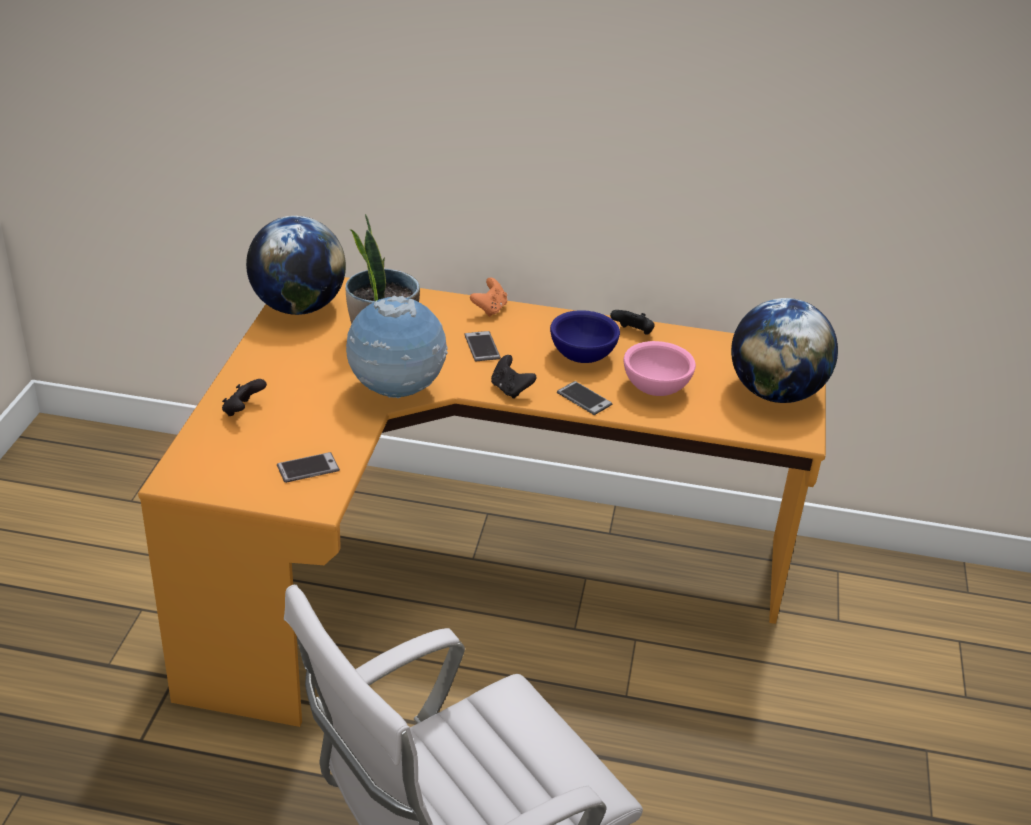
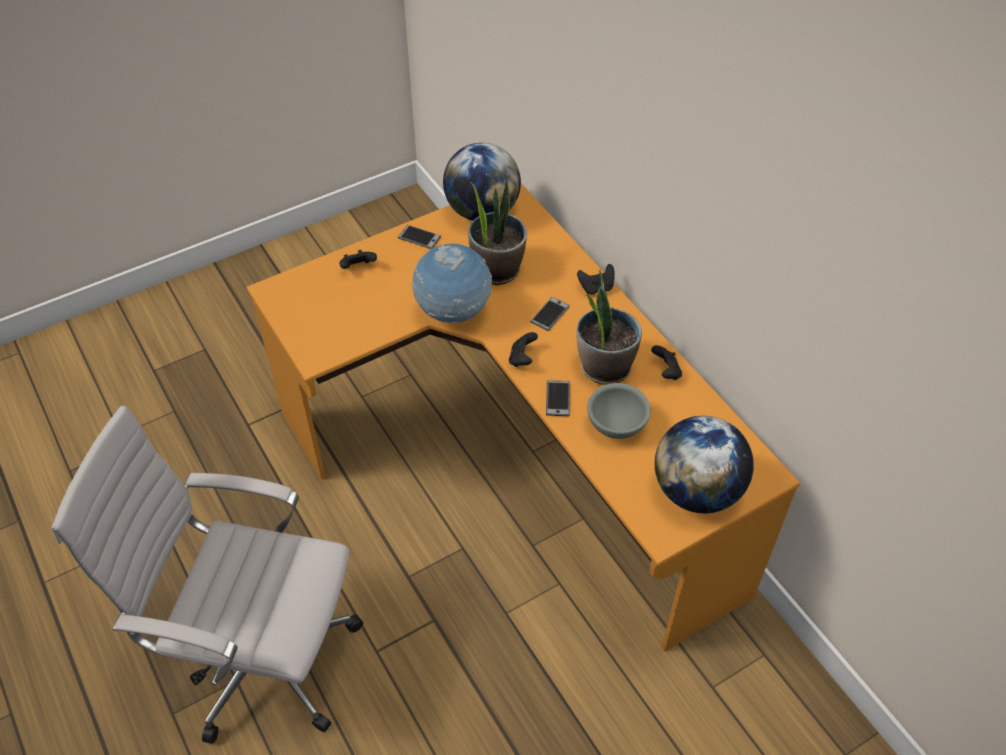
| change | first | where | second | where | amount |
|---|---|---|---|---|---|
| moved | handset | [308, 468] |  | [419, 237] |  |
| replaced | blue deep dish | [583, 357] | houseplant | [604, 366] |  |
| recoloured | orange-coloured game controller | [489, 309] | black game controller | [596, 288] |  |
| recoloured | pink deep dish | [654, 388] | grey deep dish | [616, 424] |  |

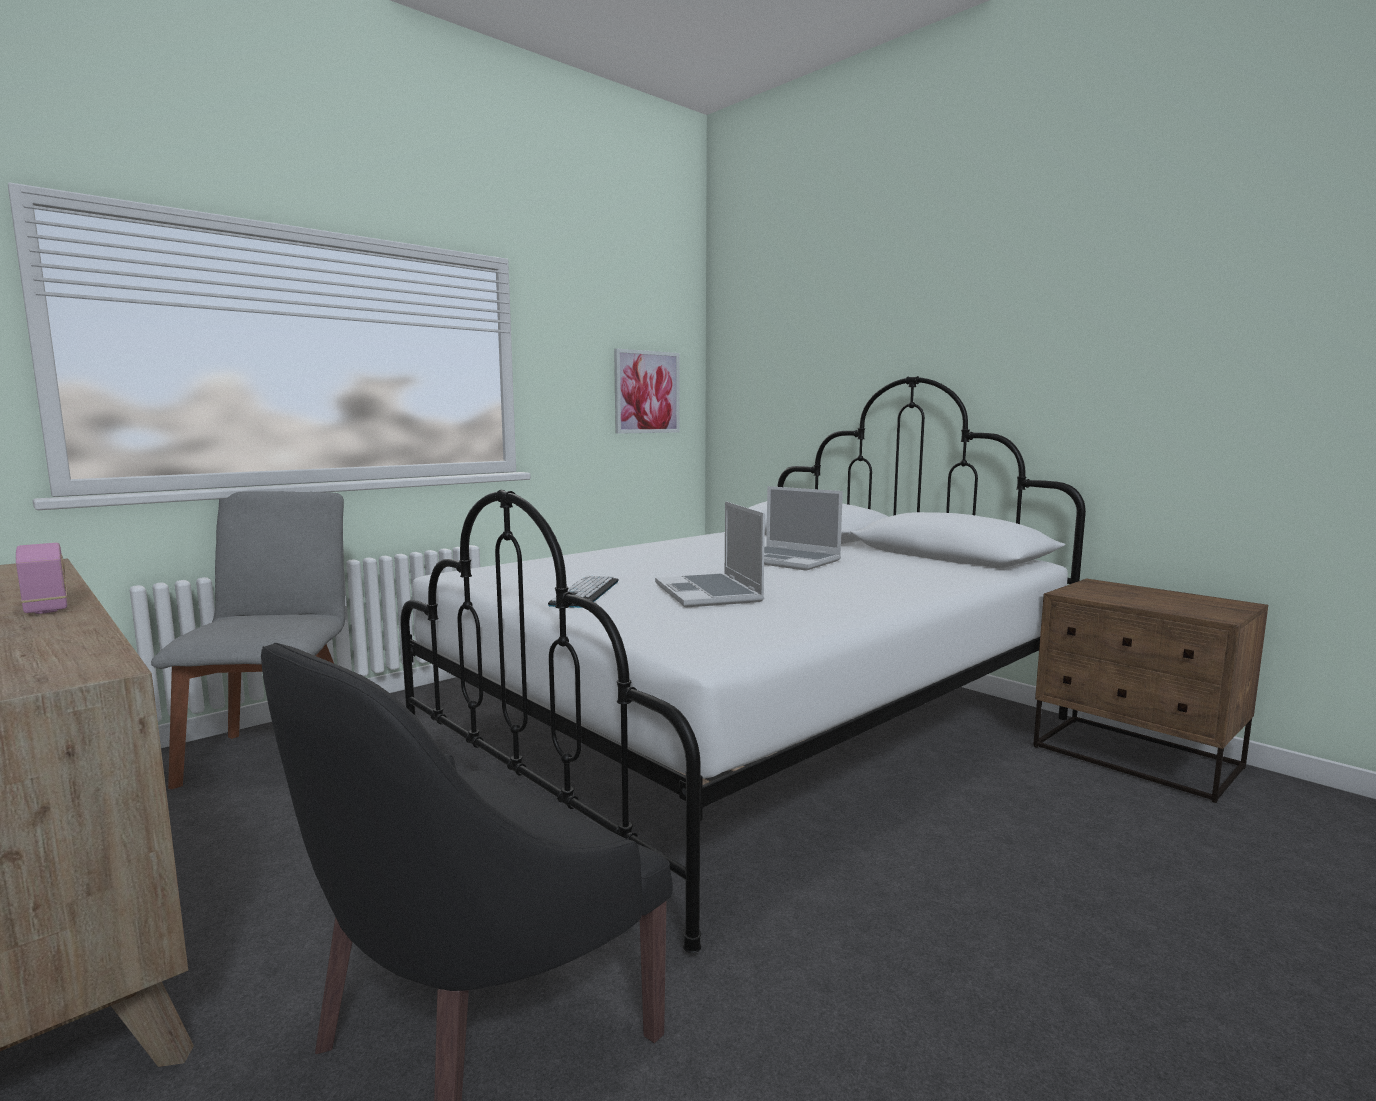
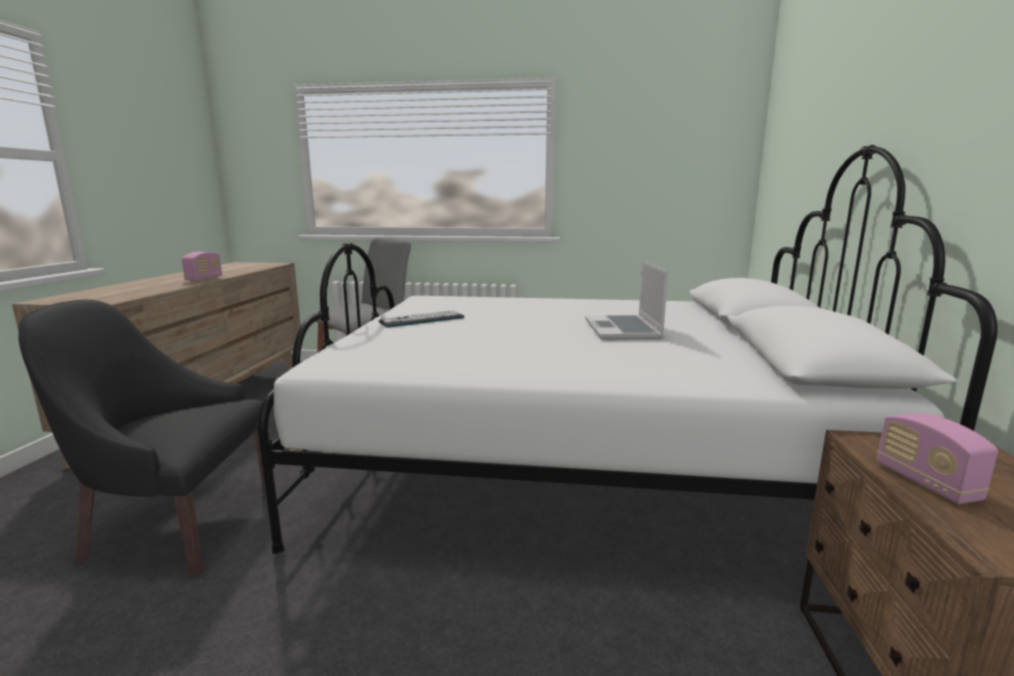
| change | first | where | second | where | amount |
|---|---|---|---|---|---|
| removed | picture | [646, 392] |  |  |  |
| removed | laptop | [710, 593] |  |  |  |
| added |  |  | radio receiver | [926, 482] |  |

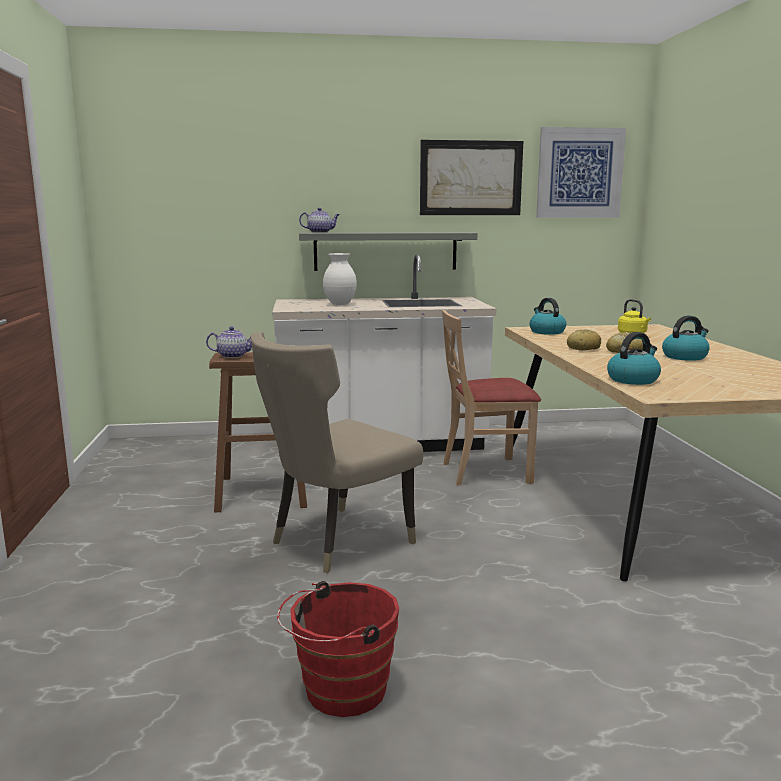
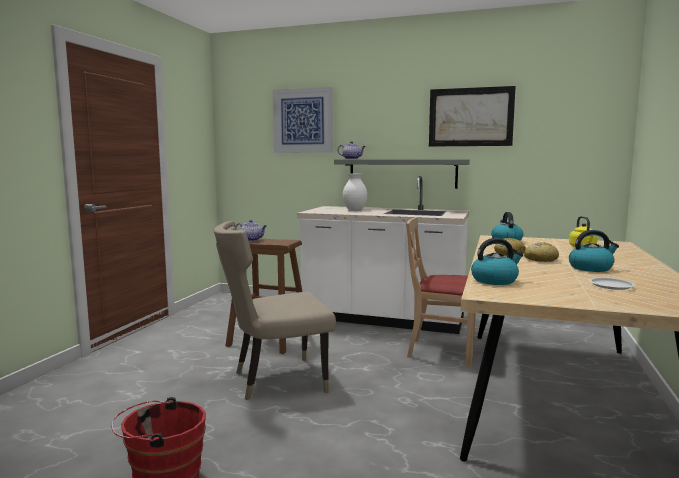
| change | first | where | second | where | amount |
|---|---|---|---|---|---|
| added |  |  | white-coloured dinner plate | [611, 286] |  |
| moved | picture | [579, 173] |  | [303, 121] |  |

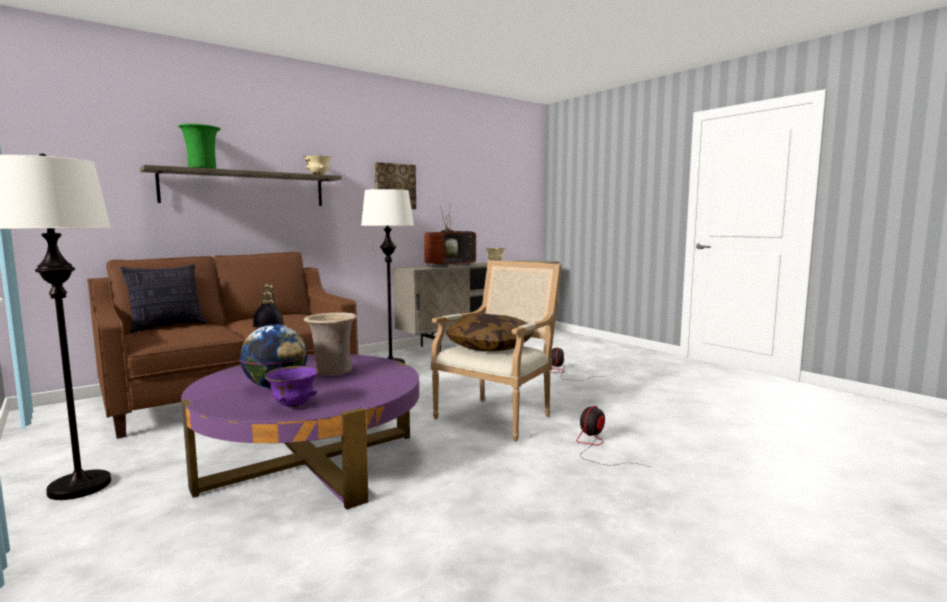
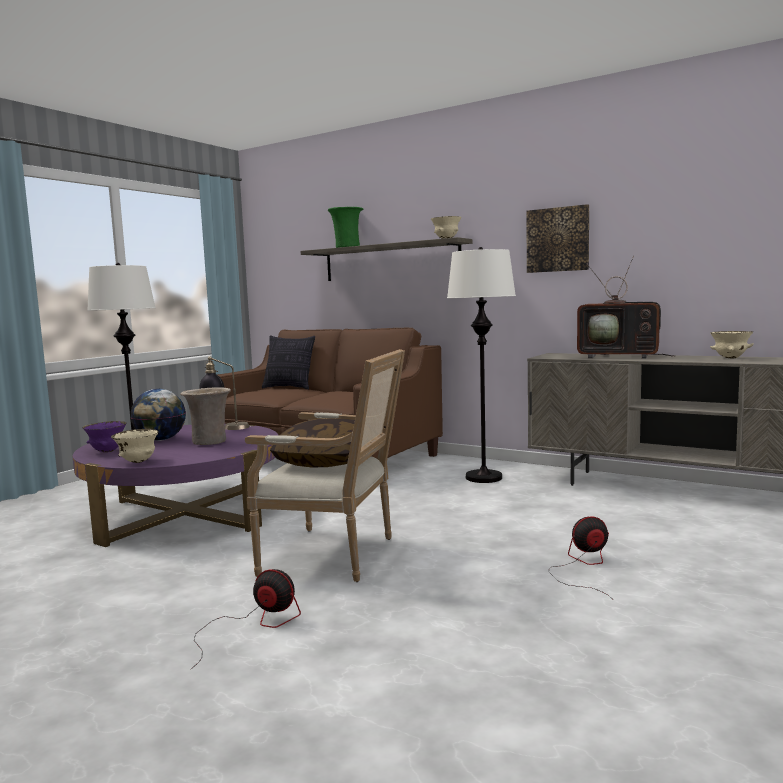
| change | first | where | second | where | amount |
|---|---|---|---|---|---|
| added |  |  | sand-coloured deep dish | [137, 462] |  |

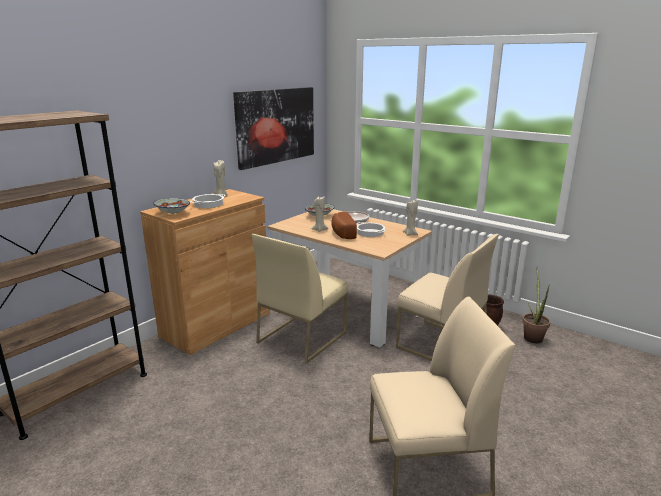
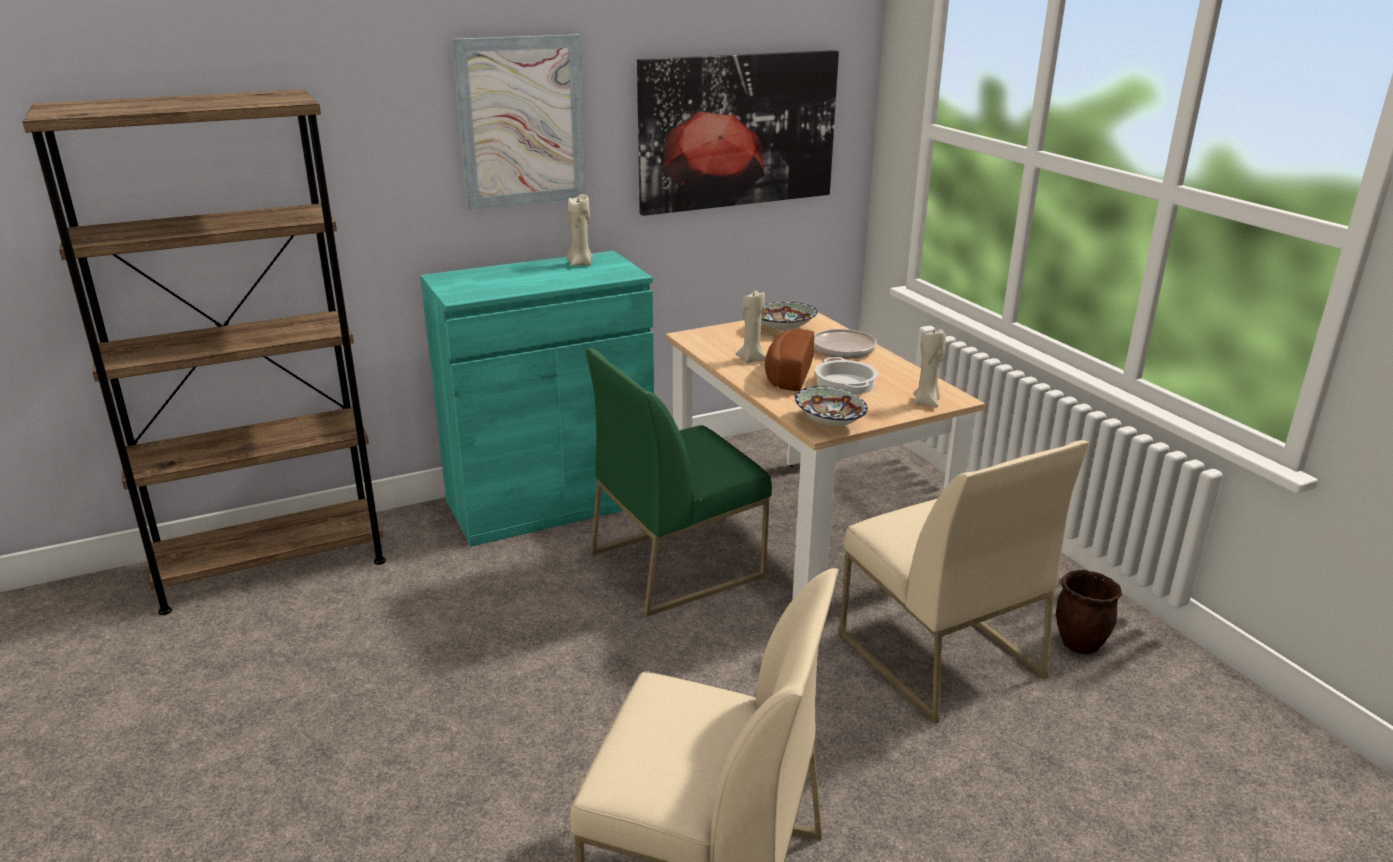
| change | first | where | second | where | amount |
|---|---|---|---|---|---|
| removed | saucepot | [208, 204] |  |  |  |
| removed | houseplant | [532, 336] |  |  |  |
| added |  |  | picture | [522, 122] |  |
| moved | deep dish | [172, 213] |  | [828, 423] |  |
| recoloured | brownish cabinet | [216, 324] | turquoise-coloured cabinet | [550, 502] |  |
| recoloured | sand-coloured upright chair | [302, 337] | green-coloured upright chair | [677, 563] |  |

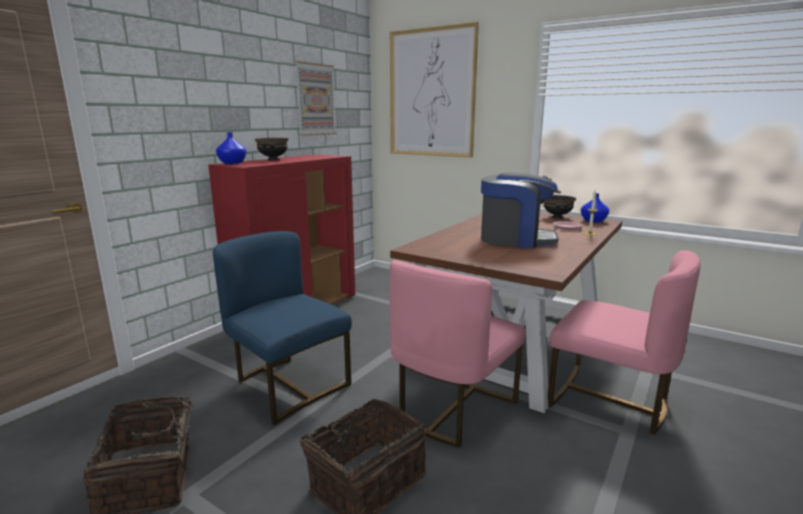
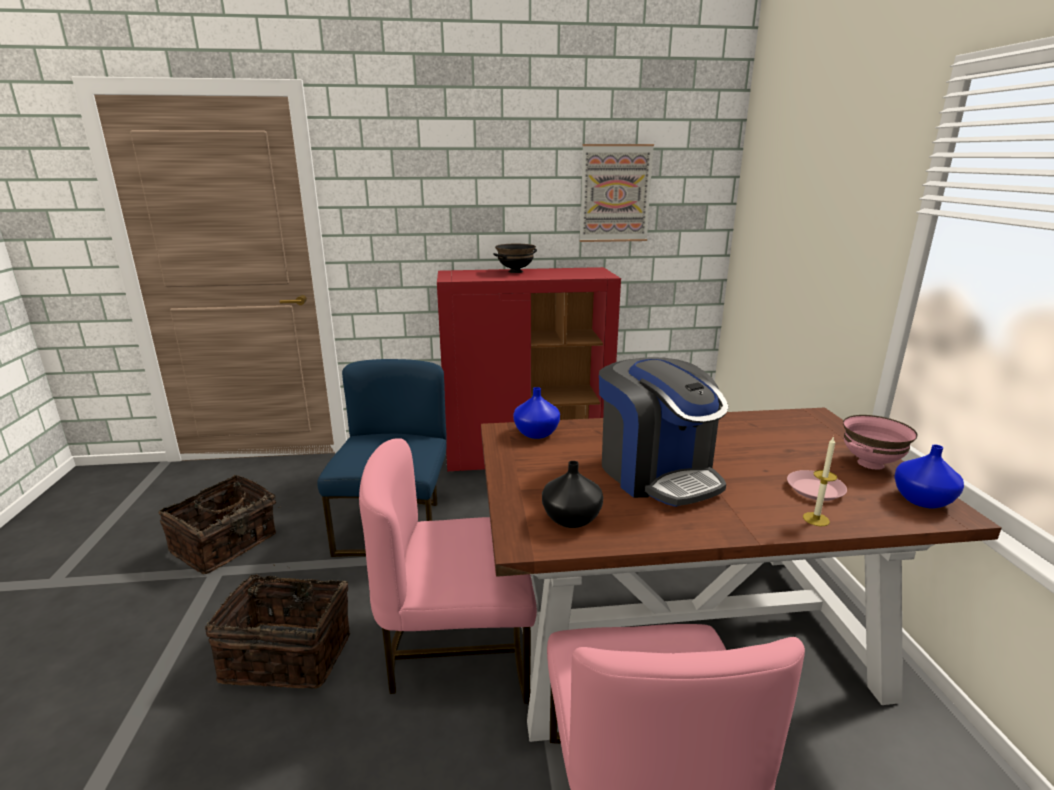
| change | first | where | second | where | amount |
|---|---|---|---|---|---|
| removed | picture | [431, 93] |  |  |  |
| added |  |  | black flower vase | [572, 519] |  |
| moved | blue flower vase | [232, 163] |  | [535, 433] |  |
| recoloured | black deep dish | [557, 217] | pink deep dish | [871, 464] |  |

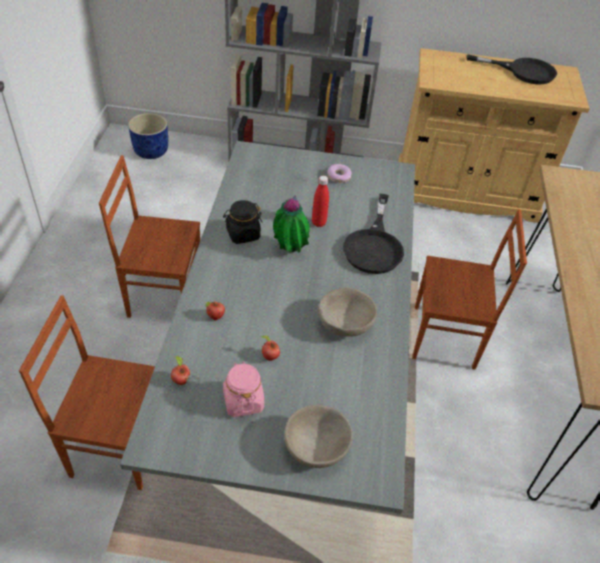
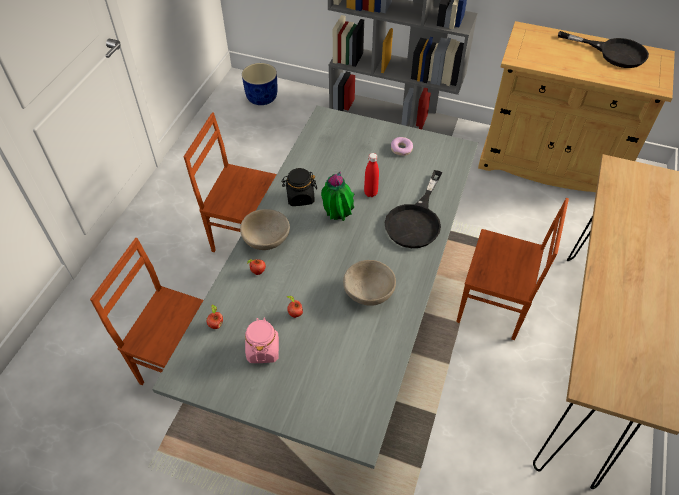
| change | first | where | second | where | amount |
|---|---|---|---|---|---|
| moved | sand-coloured deep dish | [316, 448] |  | [266, 240] |  |

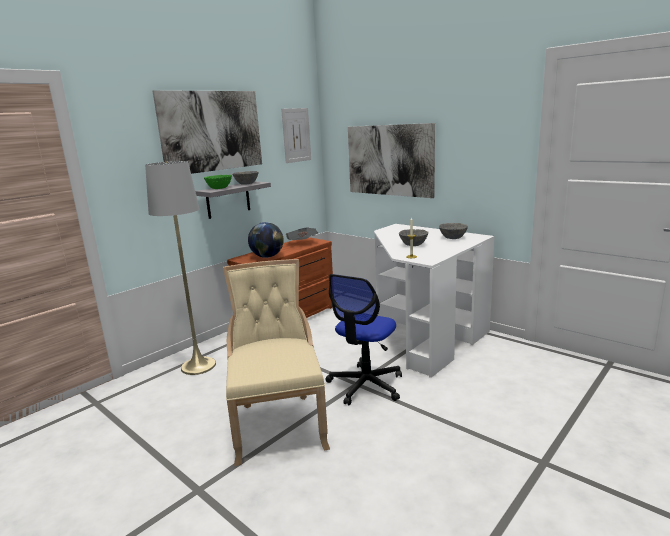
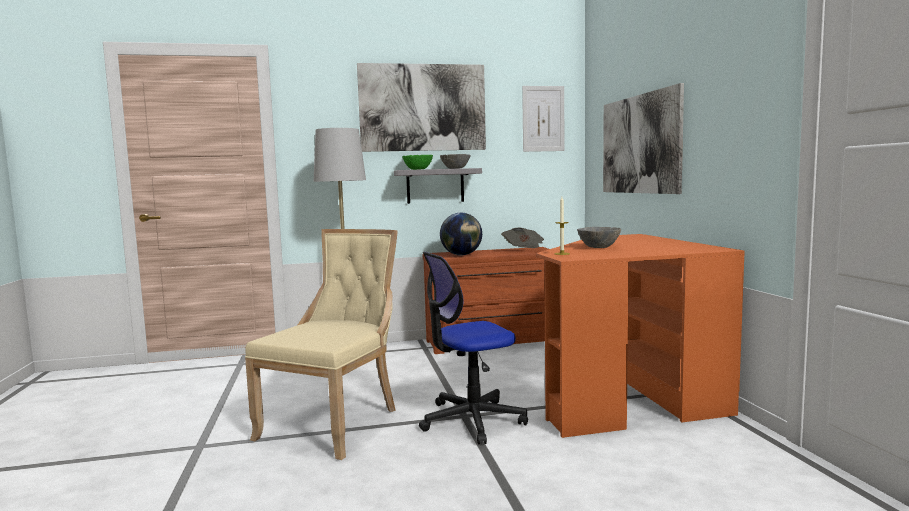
| change | first | where | second | where | amount |
|---|---|---|---|---|---|
| removed | grey deep dish | [453, 238] |  |  |  |
| recoloured | white-coloured desk | [423, 335] | orange-coloured desk | [625, 394] |  |

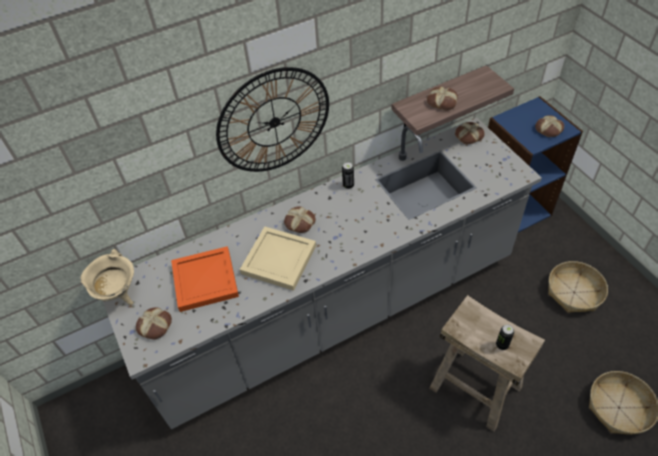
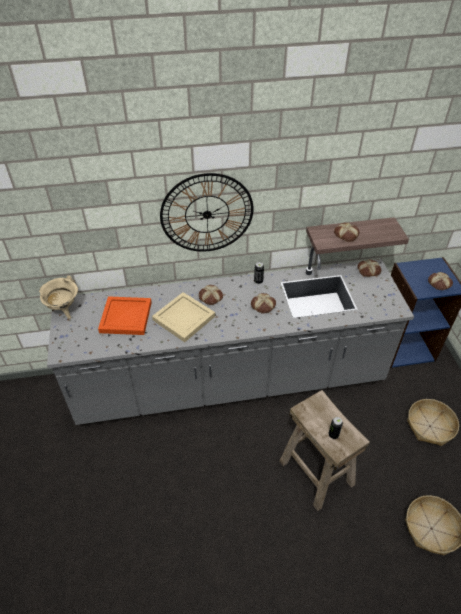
| change | first | where | second | where | amount |
|---|---|---|---|---|---|
| moved | baked bread | [155, 326] |  | [263, 306] |  |

